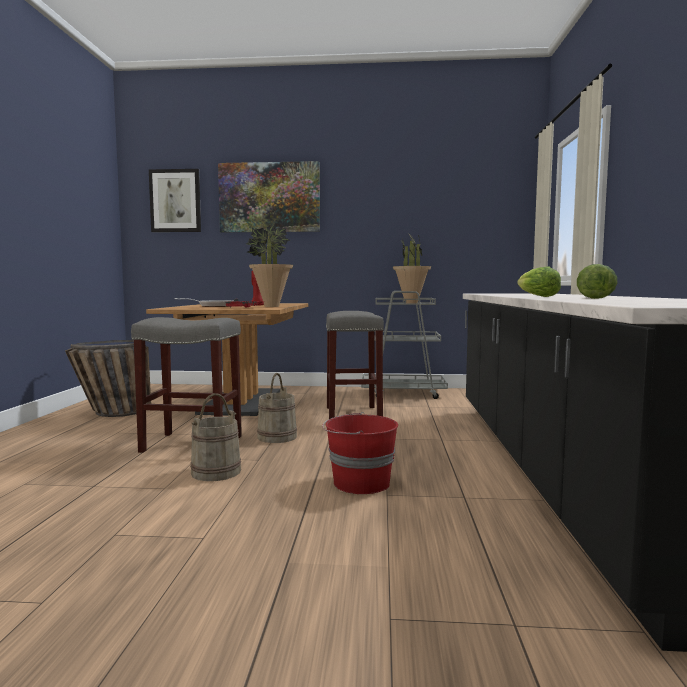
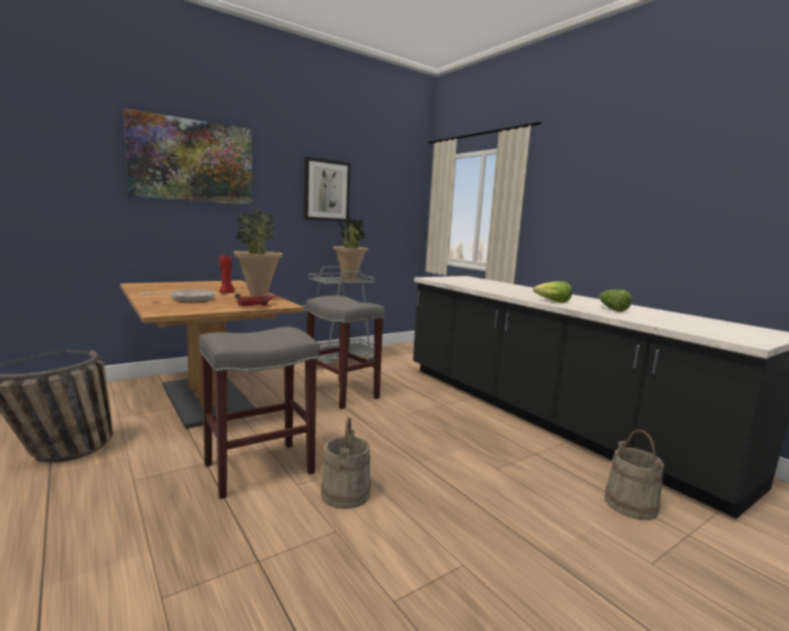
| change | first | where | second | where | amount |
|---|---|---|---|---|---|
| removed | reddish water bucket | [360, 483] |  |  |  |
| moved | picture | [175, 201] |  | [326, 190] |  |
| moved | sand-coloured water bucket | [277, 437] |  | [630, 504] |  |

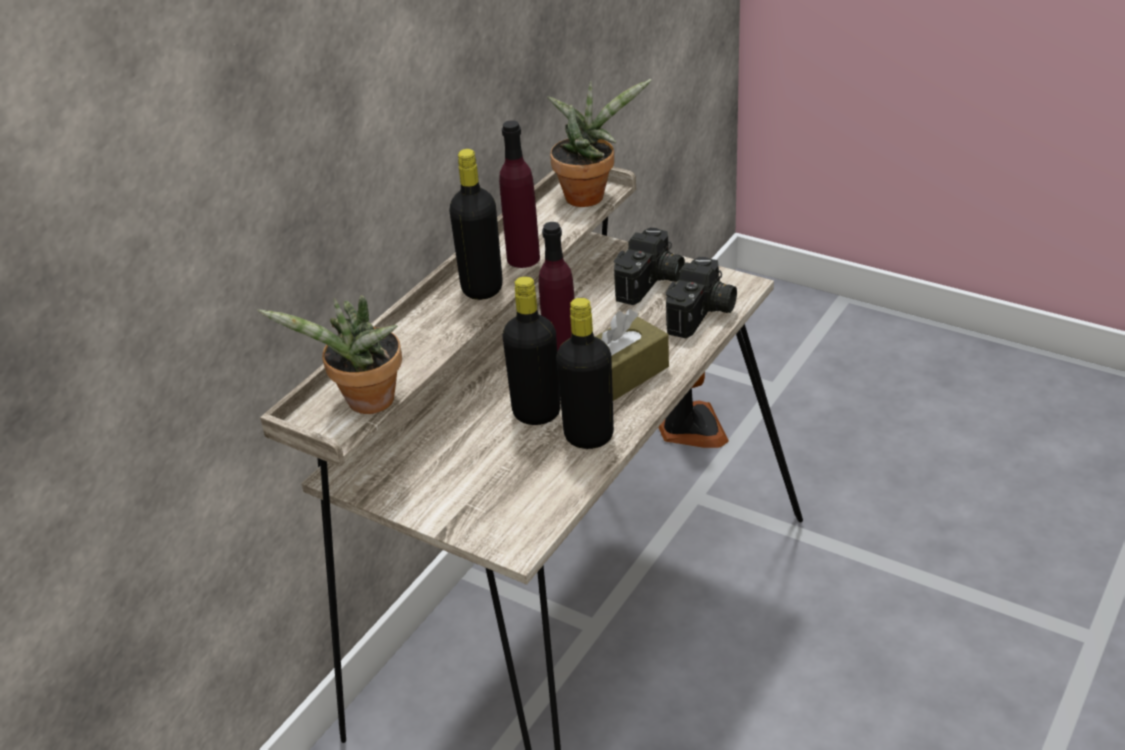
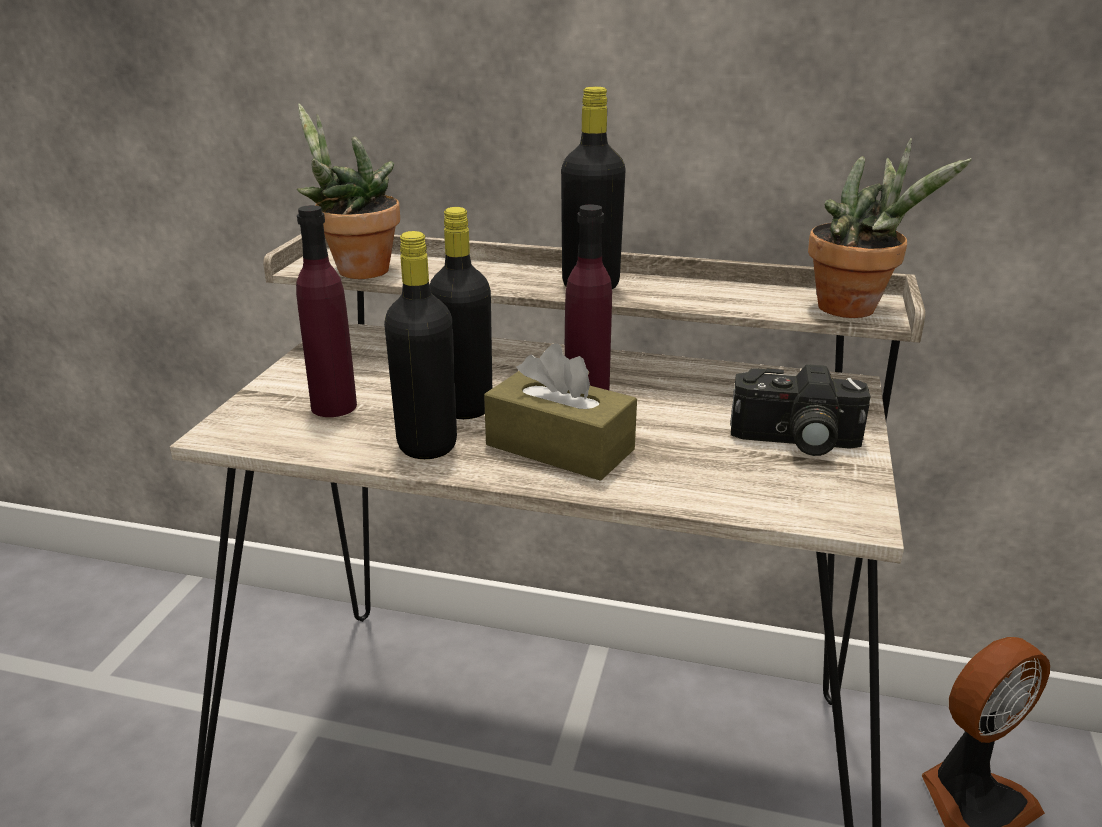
| change | first | where | second | where | amount |
|---|---|---|---|---|---|
| removed | photo camera | [702, 314] |  |  |  |
| moved | purple bottle | [523, 258] |  | [334, 406] |  |

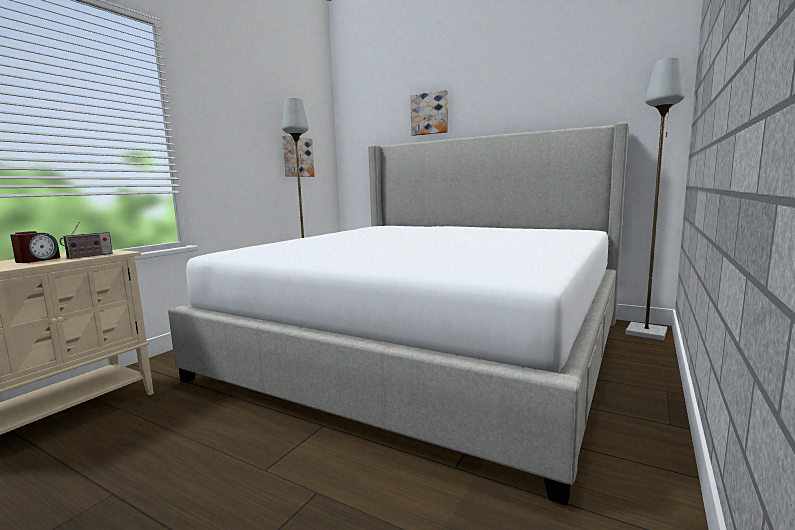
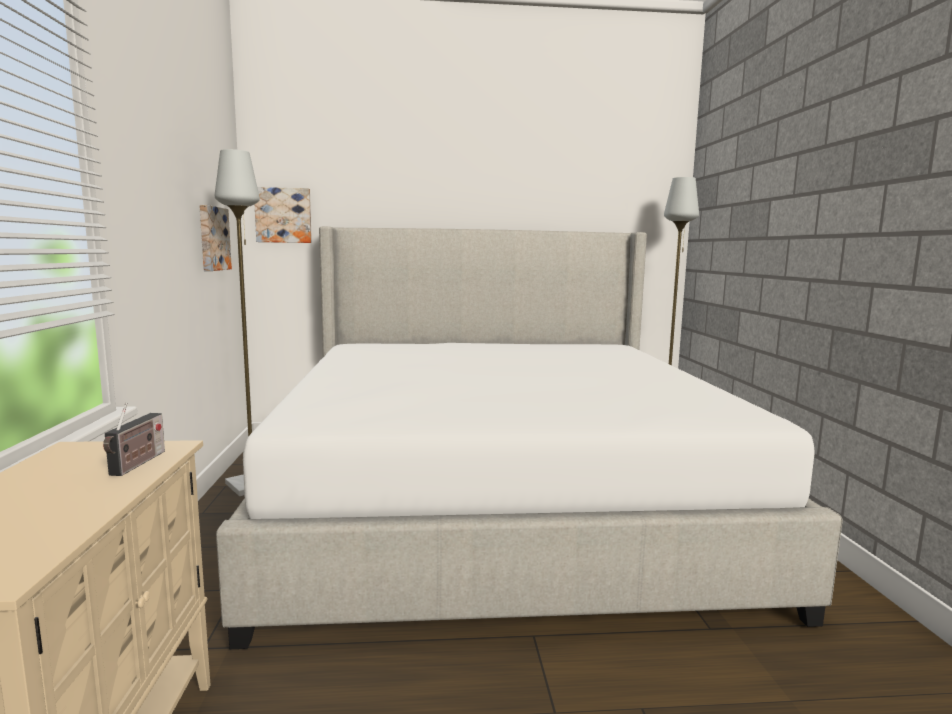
| change | first | where | second | where | amount |
|---|---|---|---|---|---|
| removed | bedside clock | [37, 260] |  |  |  |
| moved | picture | [430, 114] |  | [283, 215] |  |

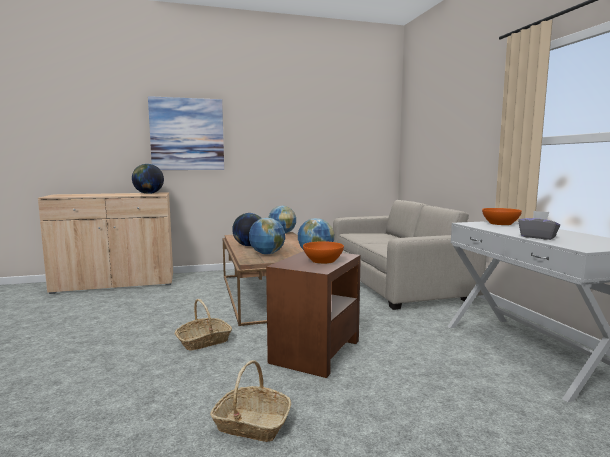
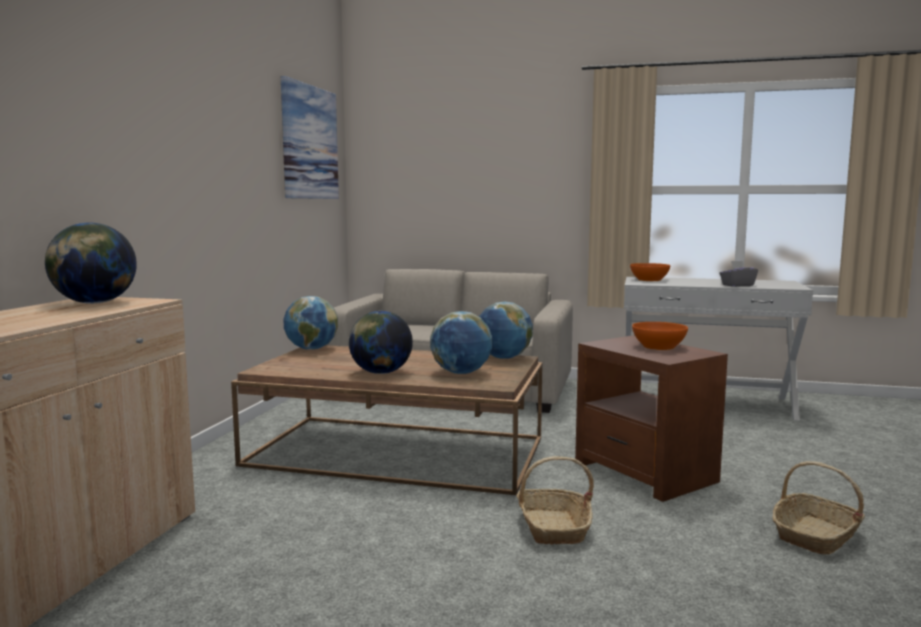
| change | first | where | second | where | amount |
|---|---|---|---|---|---|
| moved | picture | [187, 134] |  | [309, 142] |  |

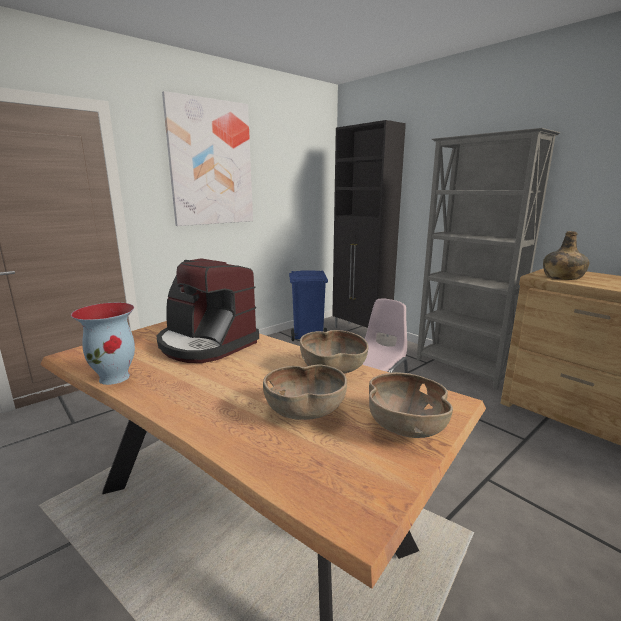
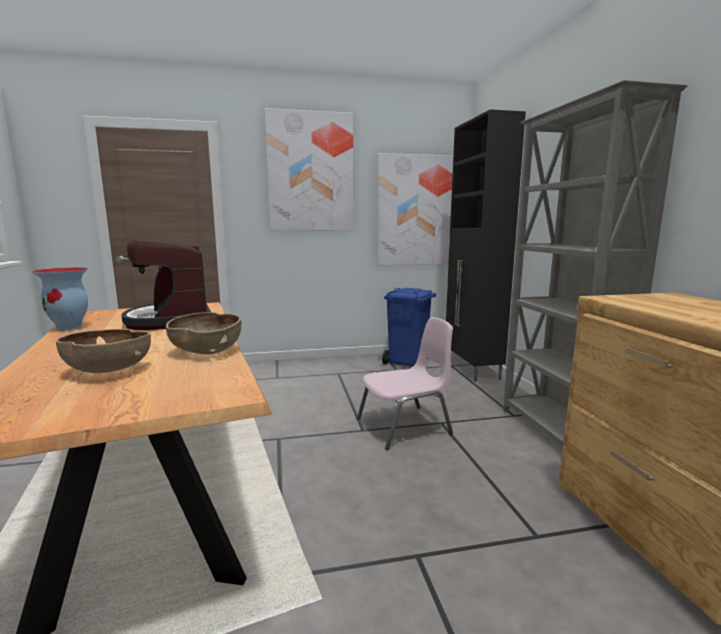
| change | first | where | second | where | amount |
|---|---|---|---|---|---|
| removed | brownish deep dish | [405, 427] |  |  |  |
| removed | green-coloured bottle | [562, 277] |  |  |  |
| added |  |  | picture | [415, 211] |  |

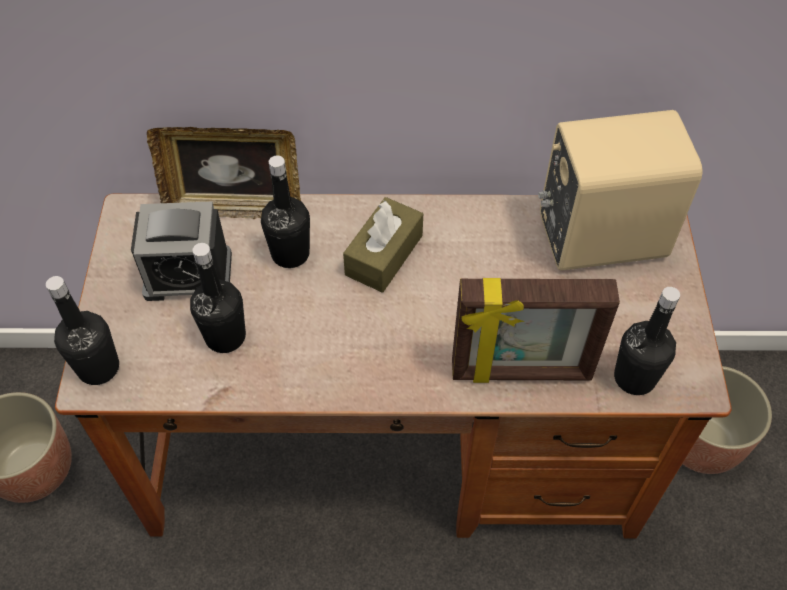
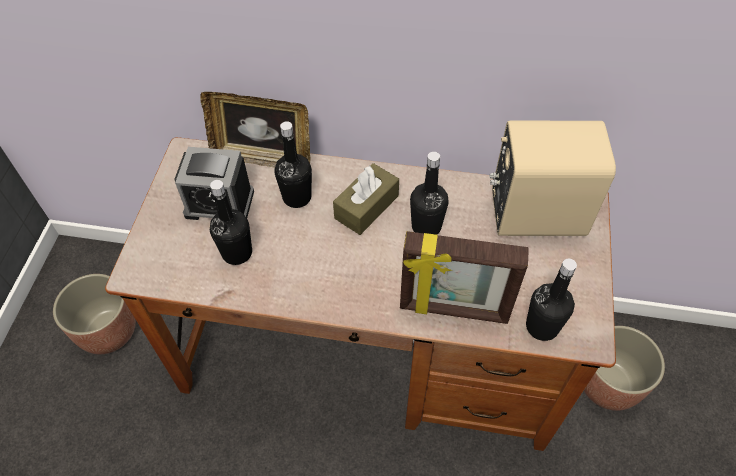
| change | first | where | second | where | amount |
|---|---|---|---|---|---|
| moved | black bottle | [98, 368] |  | [426, 226] |  |

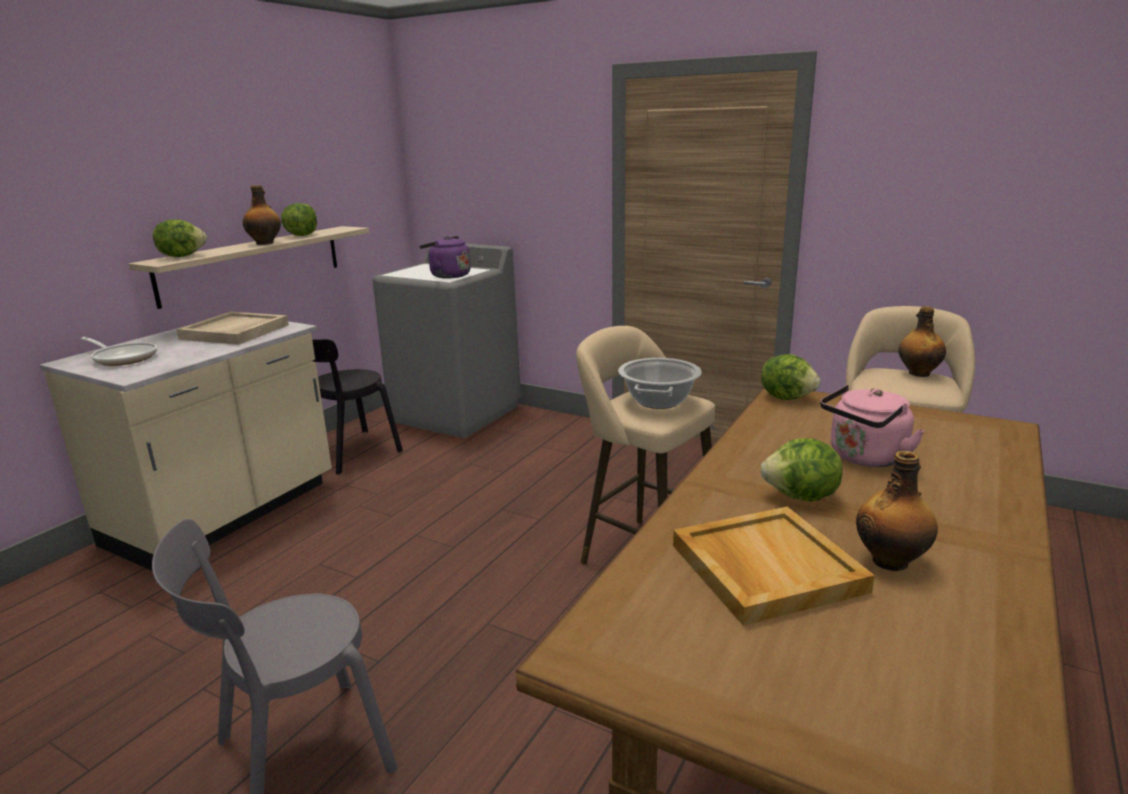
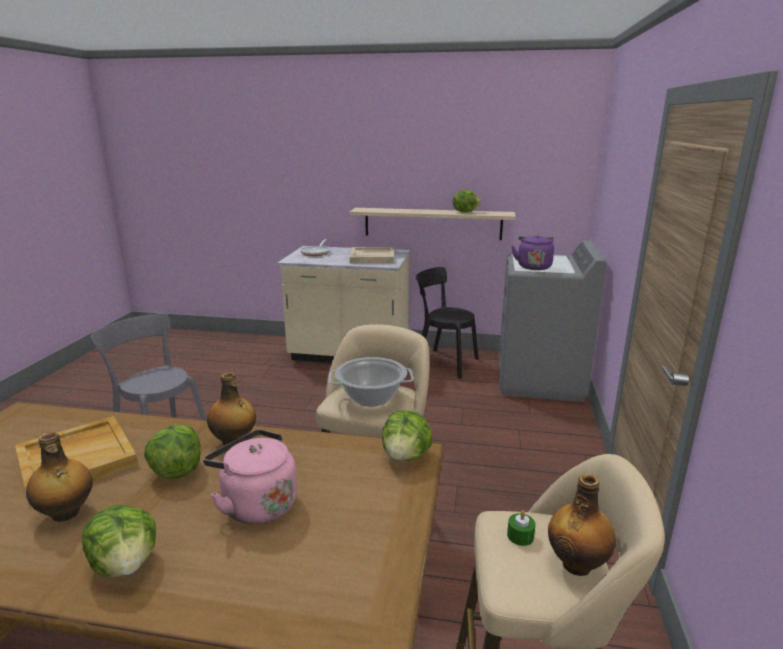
| change | first | where | second | where | amount |
|---|---|---|---|---|---|
| added |  |  | green-coloured wax light | [520, 536] |  |
| moved | lettuce | [182, 256] |  | [126, 564] |  |
| moved | bottle | [265, 243] |  | [234, 441] |  |

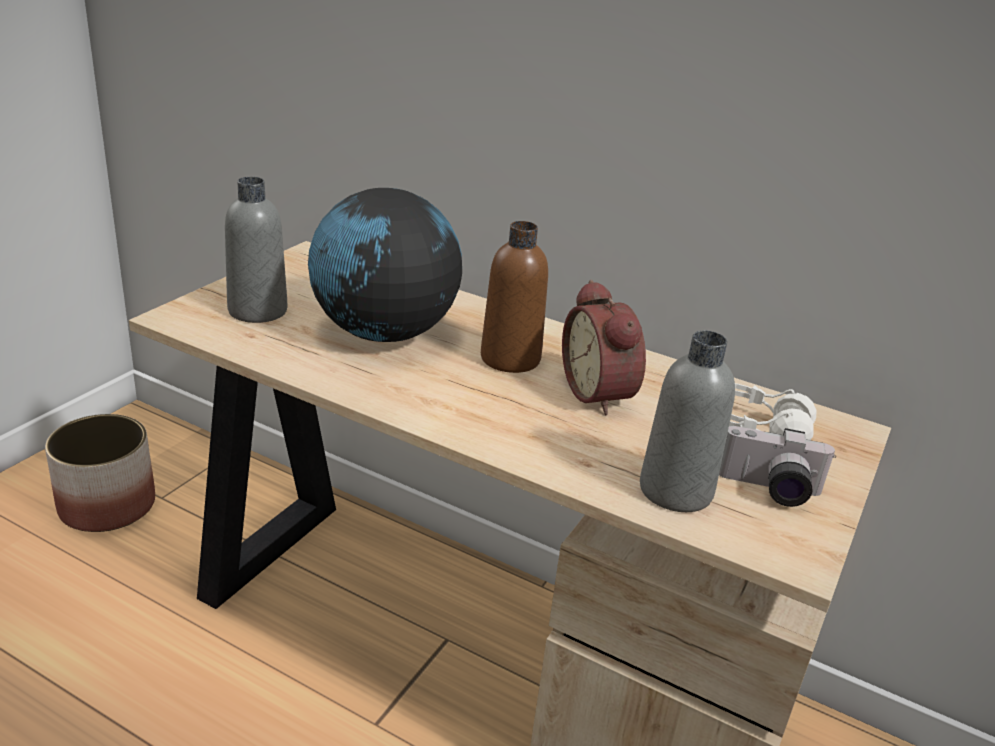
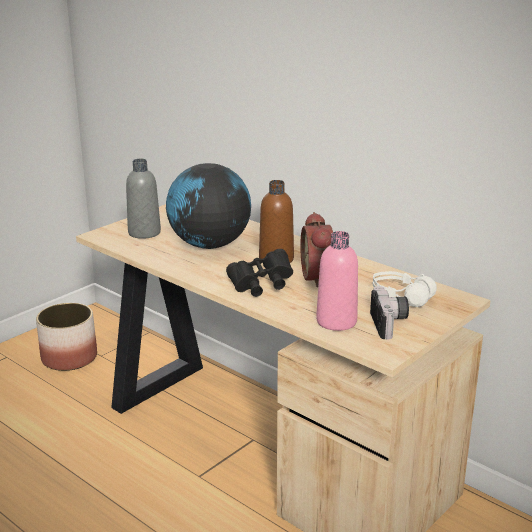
| change | first | where | second | where | amount |
|---|---|---|---|---|---|
| added |  |  | black pair of binoculars | [261, 285] |  |
| recoloured | grey bottle | [675, 490] | pink bottle | [336, 321] |  |
| turned | photo camera | [769, 490] |  | [390, 324] | 120 degrees counterclockwise |

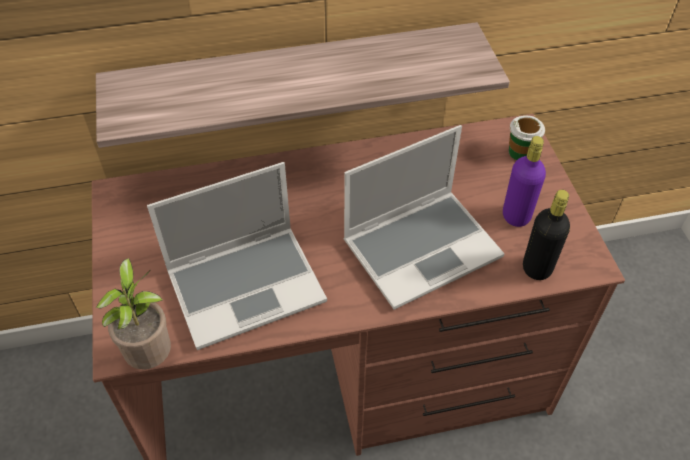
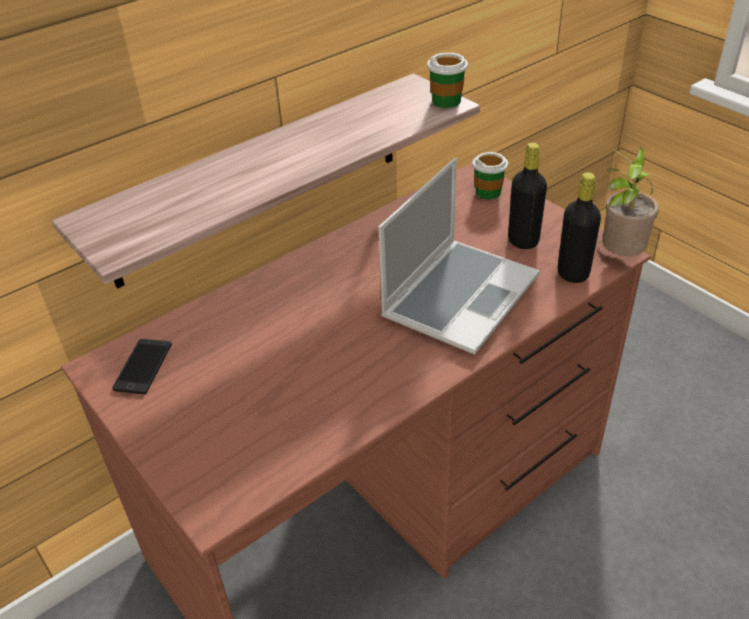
| change | first | where | second | where | amount |
|---|---|---|---|---|---|
| removed | laptop | [247, 285] |  |  |  |
| added |  |  | handset | [143, 366] |  |
| added |  |  | small cup | [446, 101] |  |
| moved | houseplant | [152, 355] |  | [619, 256] |  |
| recoloured | purple bottle | [516, 216] | black bottle | [523, 241] |  |

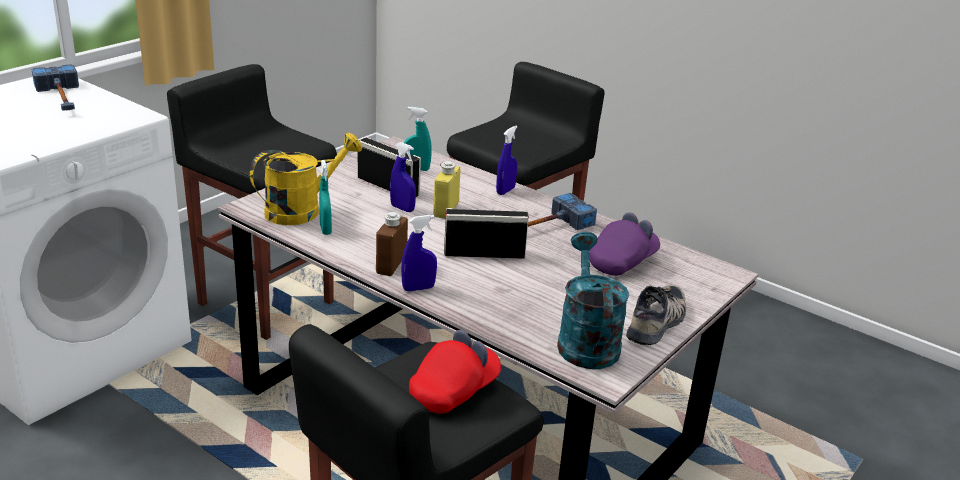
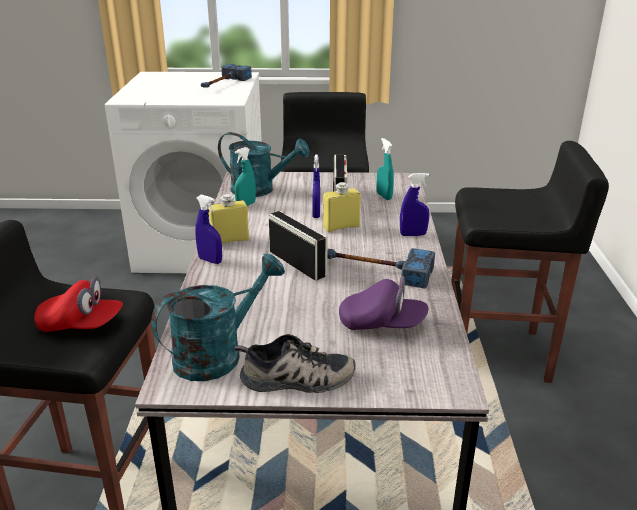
| change | first | where | second | where | amount |
|---|---|---|---|---|---|
| recoloured | yellowish watering pot | [302, 210] | turquoise-coloured watering pot | [260, 190] |  |
| recoloured | brownish bottle | [391, 265] | yellowish bottle | [230, 240] |  |

